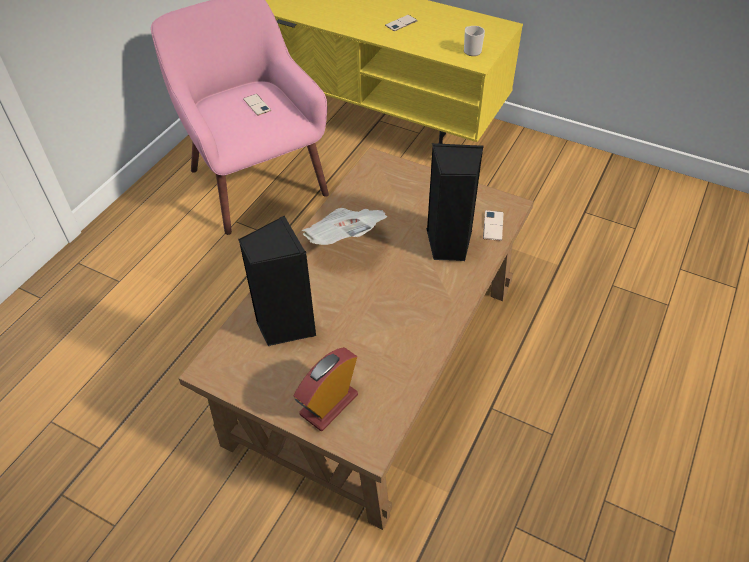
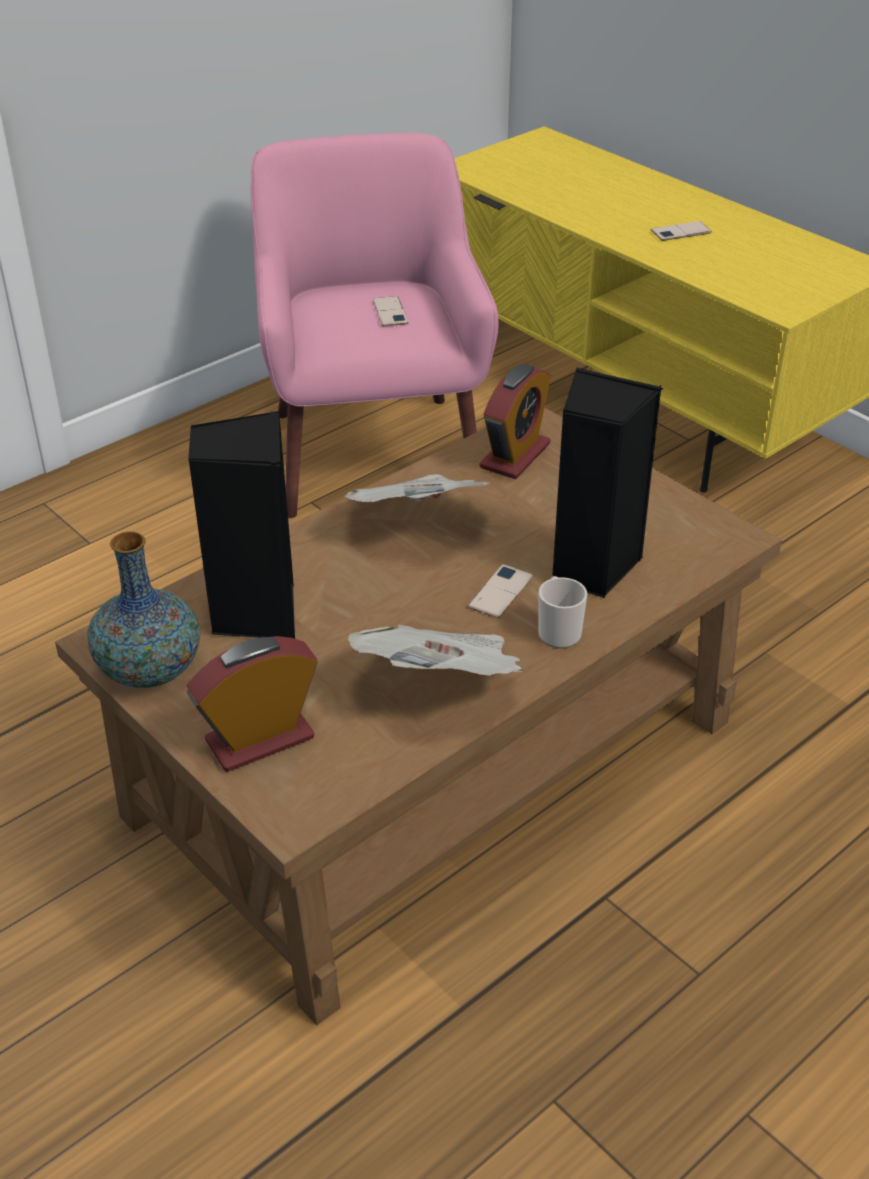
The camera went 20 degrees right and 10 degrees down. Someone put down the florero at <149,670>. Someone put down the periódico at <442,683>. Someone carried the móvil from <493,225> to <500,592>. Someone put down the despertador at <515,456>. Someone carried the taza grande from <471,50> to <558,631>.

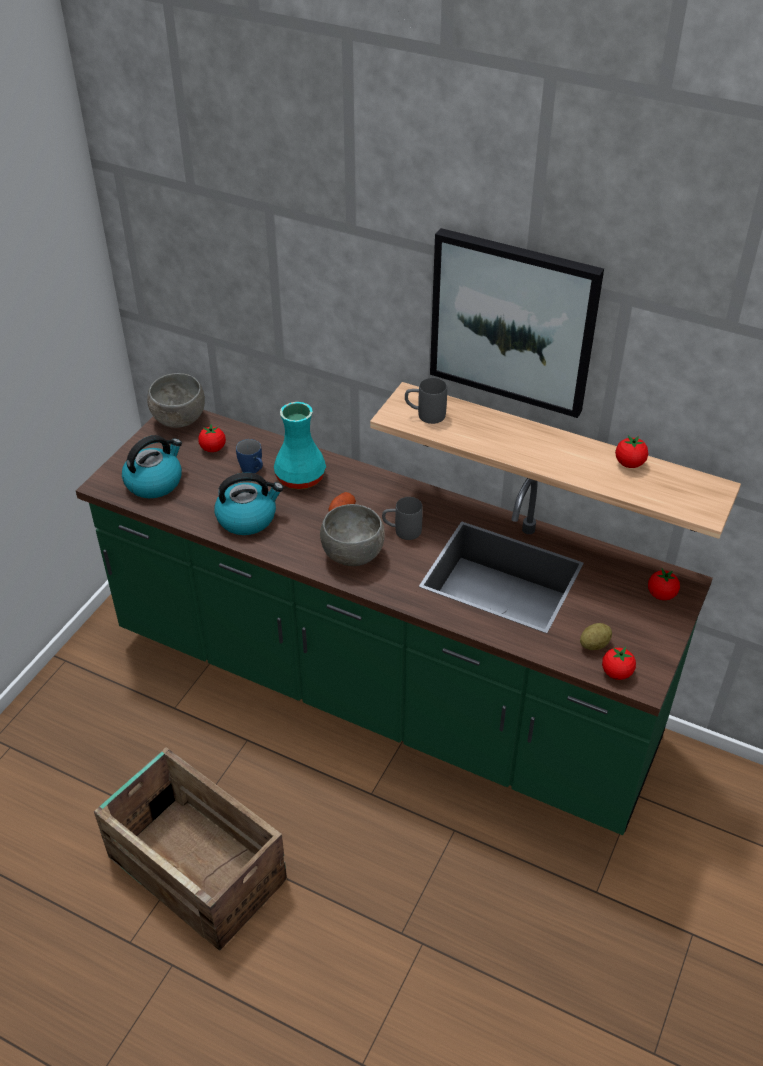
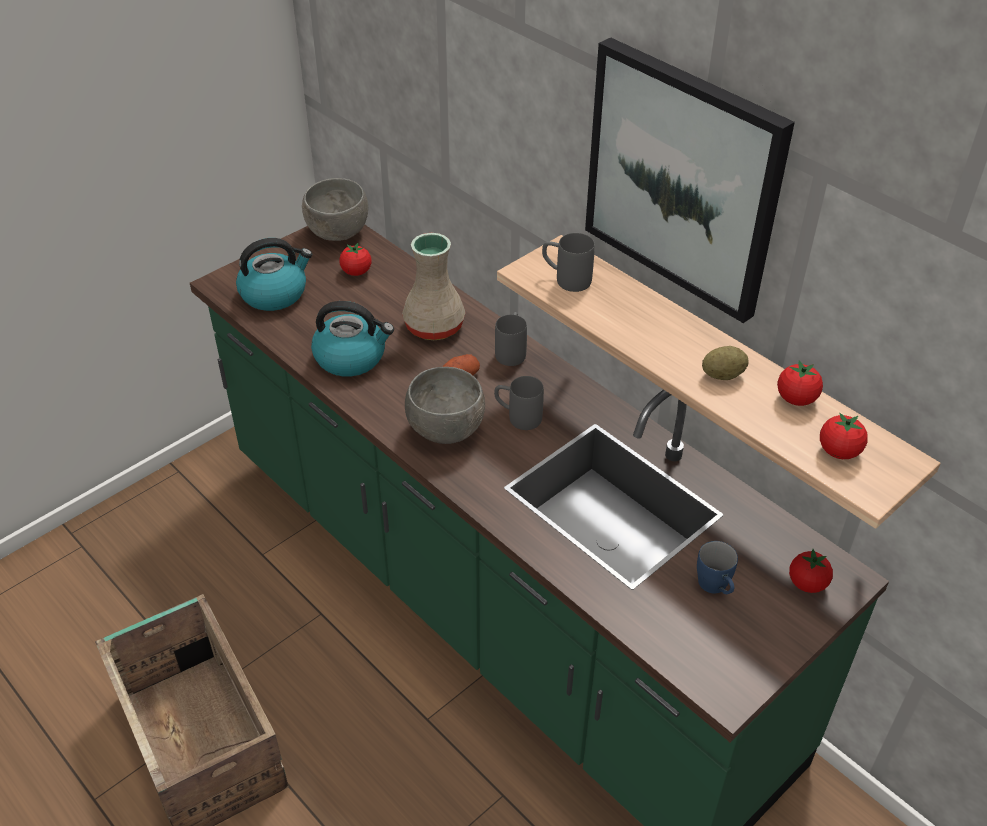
The camera went 20 degrees right and 0 degrees up. Someone repainted the florero/turquesa at <299,477>, which became the florero/beis at <433,326>. Someone put down the taza grande/gris at <511,351>. Someone carried the taza grande/azul from <253,470> to <716,588>. Someone carried the patata from <594,644> to <722,375>. Someone carried the tomate from <616,673> to <839,451>.

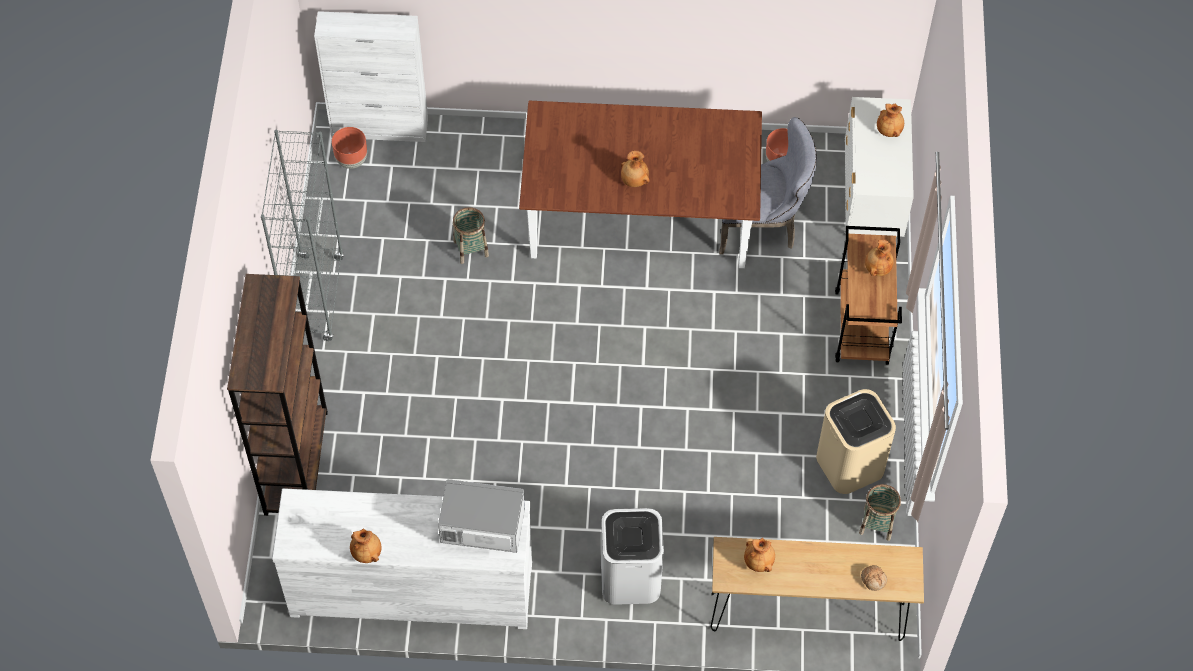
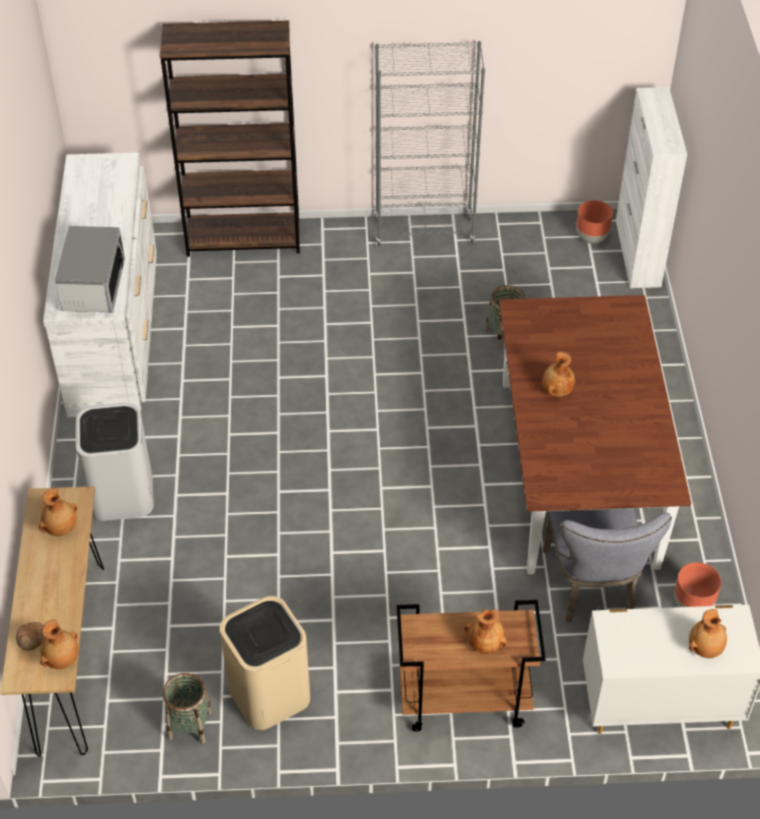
The camera went 85 degrees right and 10 degrees down. Someone carried the florero/marrón from <367,552> to <62,659>.

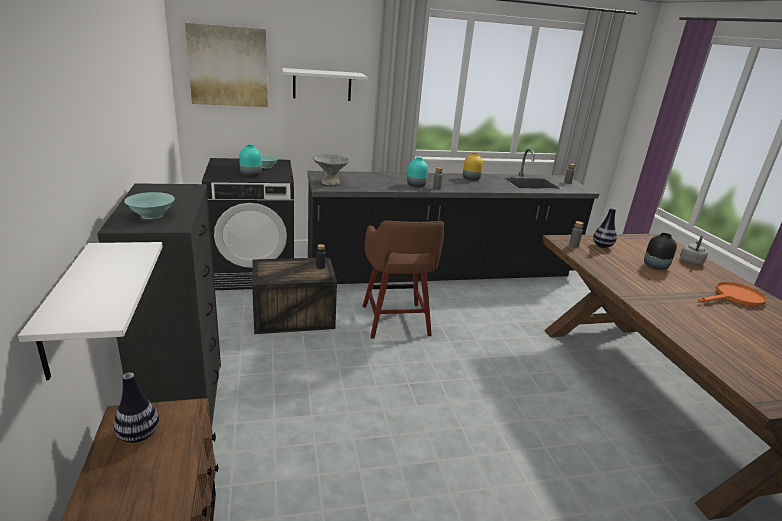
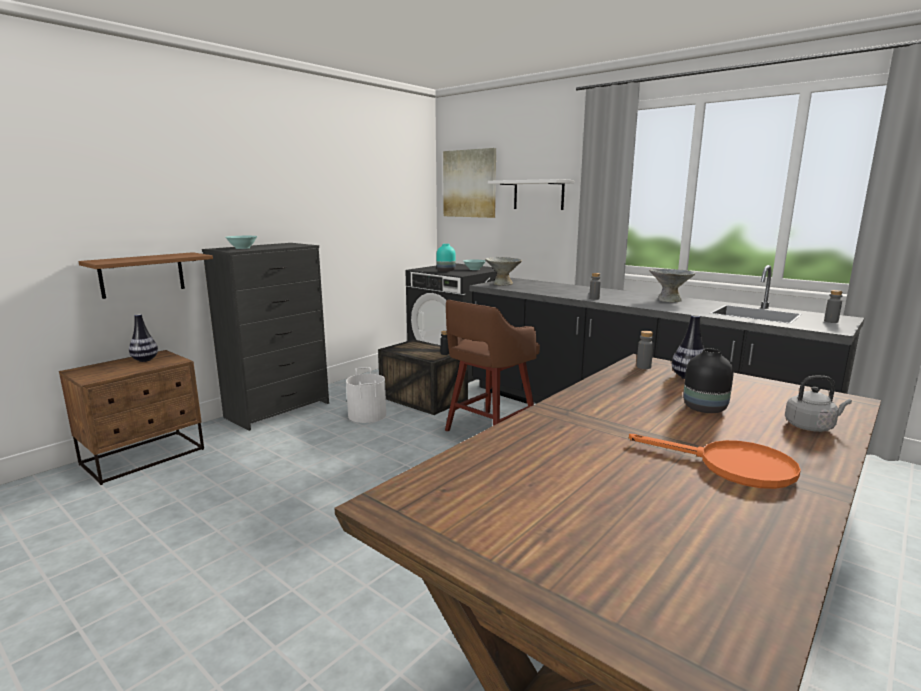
The camera went 55 degrees right and 10 degrees down. Someone repainted the estante/blanco at <65,310>, which became the estante/marrón at <142,275>. Someone put down the cubo/blanco at <367,415>. Someone swapped the florero/amarillo at <470,179> for the cuenco/gris at <669,300>. Someone took away the florero/turquesa at <416,186>.

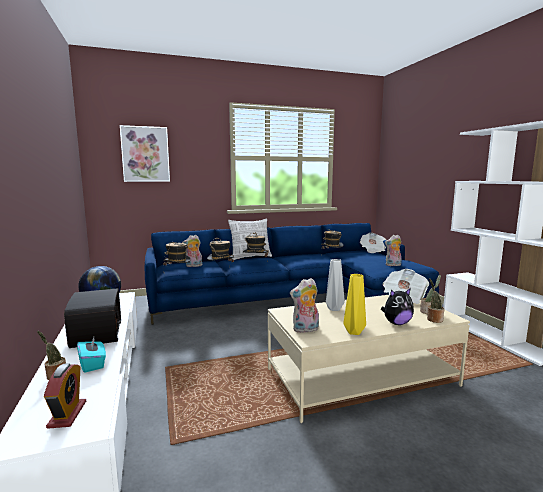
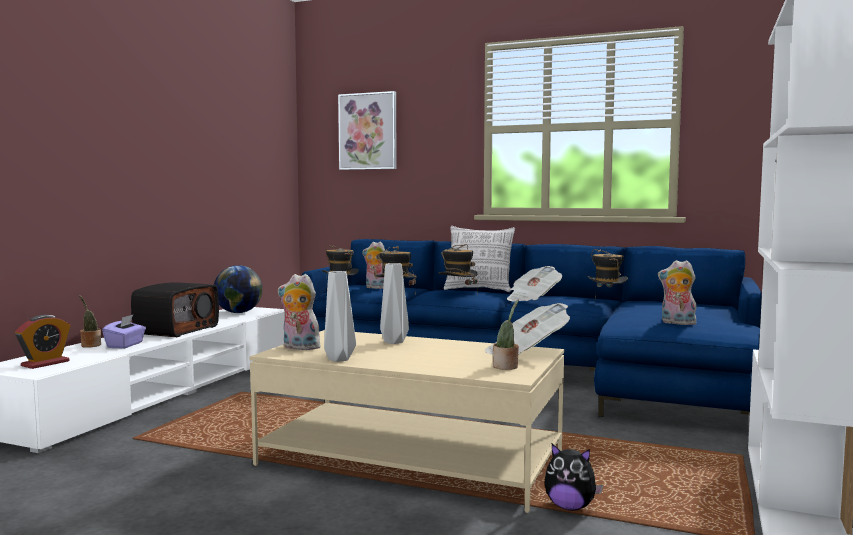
The camera went 40 degrees right and 5 degrees down. Someone repainted the caja de pañuelos/turquesa at <92,364>, which became the caja de pañuelos/morado at <125,345>. Someone repainted the florero/amarillo at <353,332>, which became the florero/gris at <339,359>. Someone carried the periódico from <372,250> to <532,299>. Someone carried the peluche from <396,323> to <570,507>. Someone took away the planta en maceta at <433,319>.

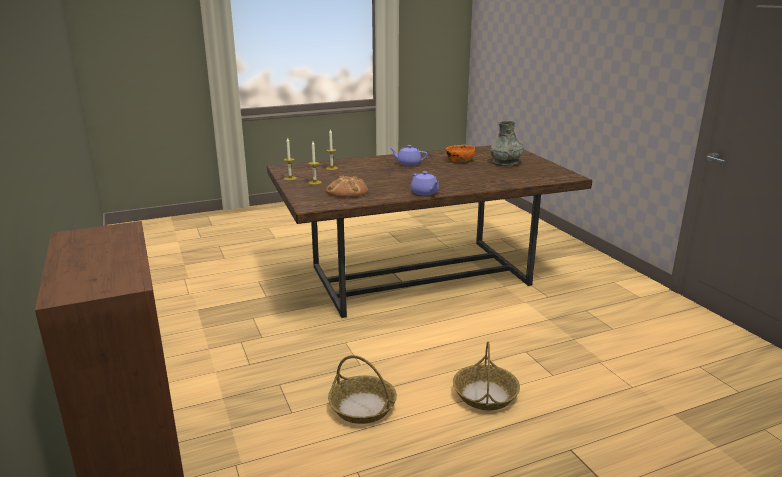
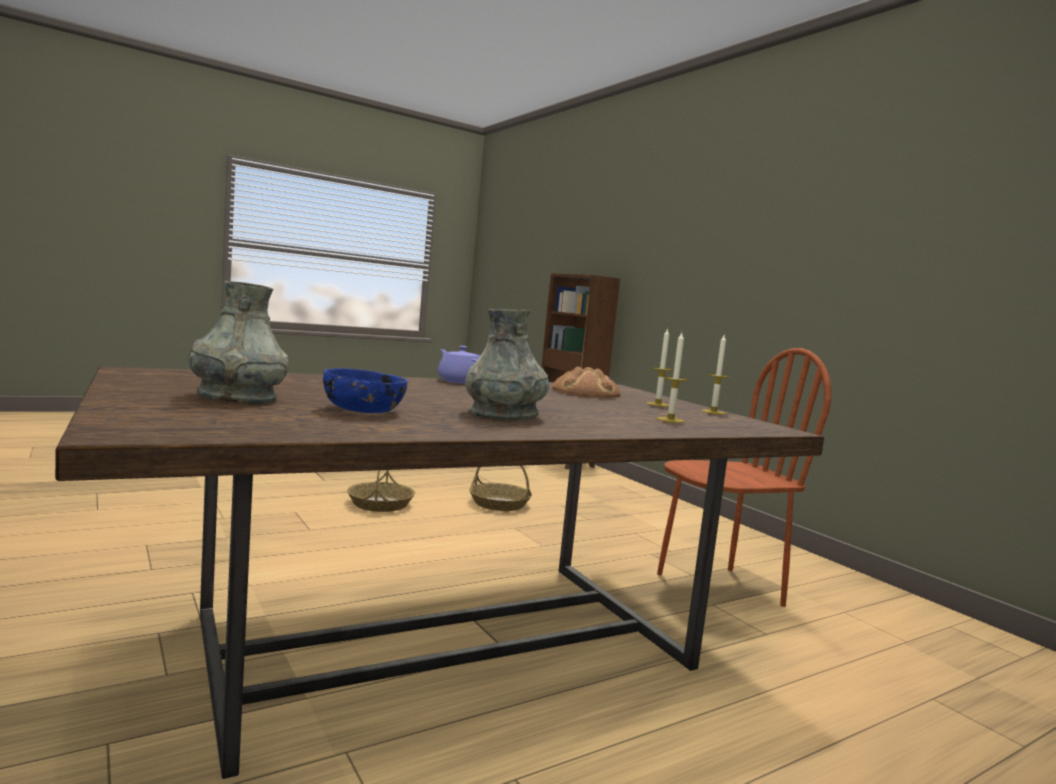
The camera went 170 degrees right and 15 degrees down. Someone repainted the cuenco/naranja at <459,160>, which became the cuenco/azul at <364,411>. Someone swapped the tetera/morado at <408,163> for the florero/gris at <504,415>. Someone put down the silla/marrón at <718,589>.

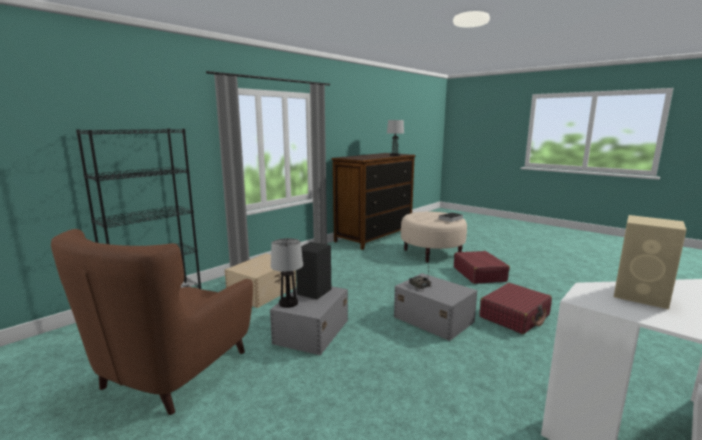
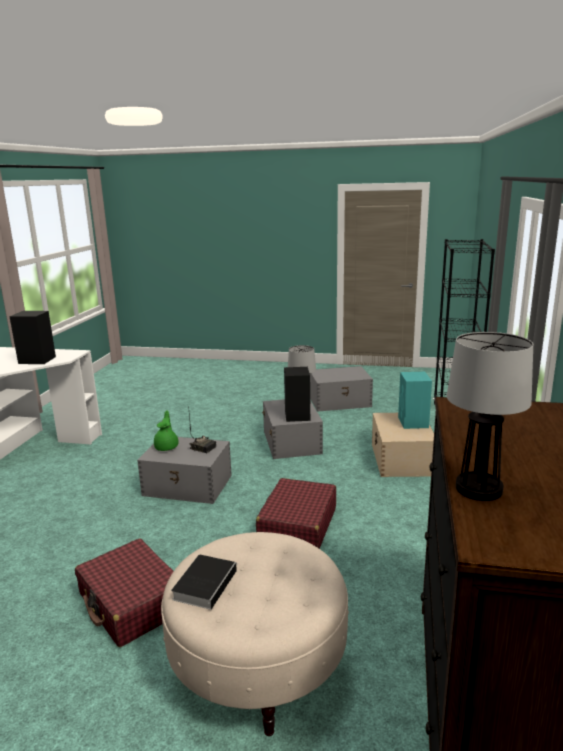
The camera went 150 degrees right and 5 degrees up. Someone repainted the altavoz/beis at <642,296>, which became the altavoz/negro at <36,360>. Someone put down the tetera/verde at <167,447>. Someone carried the maleta/rojo from <514,316> to <297,526>. Someone swapped the sillón/marrón at <173,372> for the caja de almacenaje/gris at <340,401>. Someone put down the altavoz/turquesa at <413,423>.

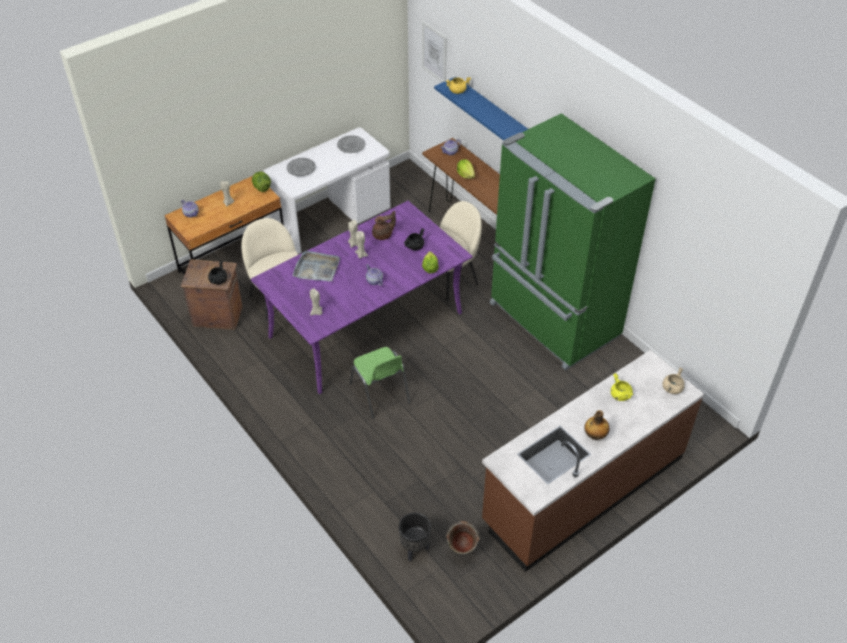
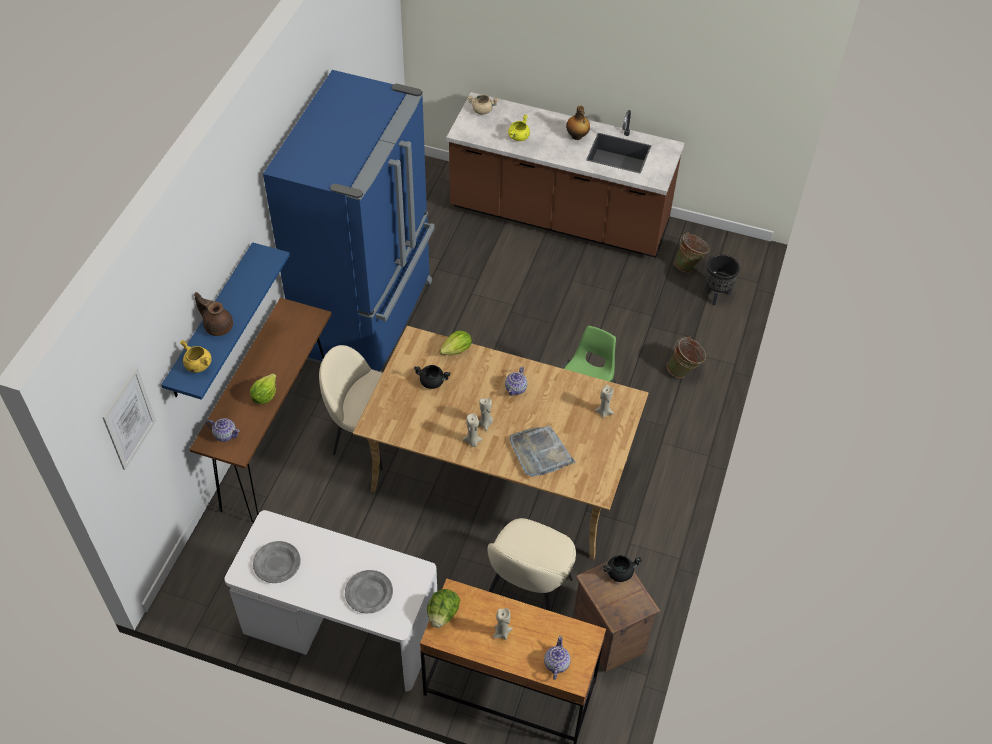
The camera went 125 degrees left and 5 degrees up. Someone carried the tetera/marrón from <383,235> to <217,326>. Someone repainted the nevera/verde at <552,321>, which became the nevera/azul at <368,318>. Someone repainted the mesa de comedor/morado at <366,325>, which became the mesa de comedor/beis at <501,474>. Someone put down the cubo/verde at <684,371>.

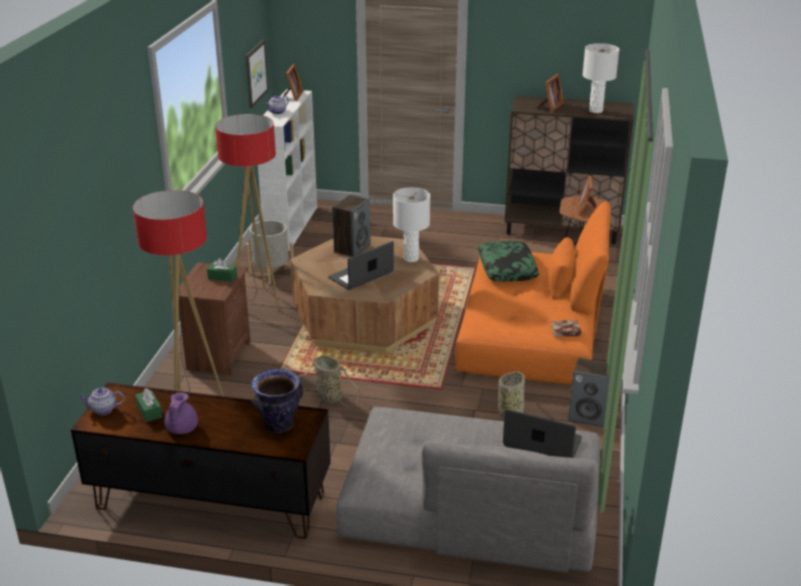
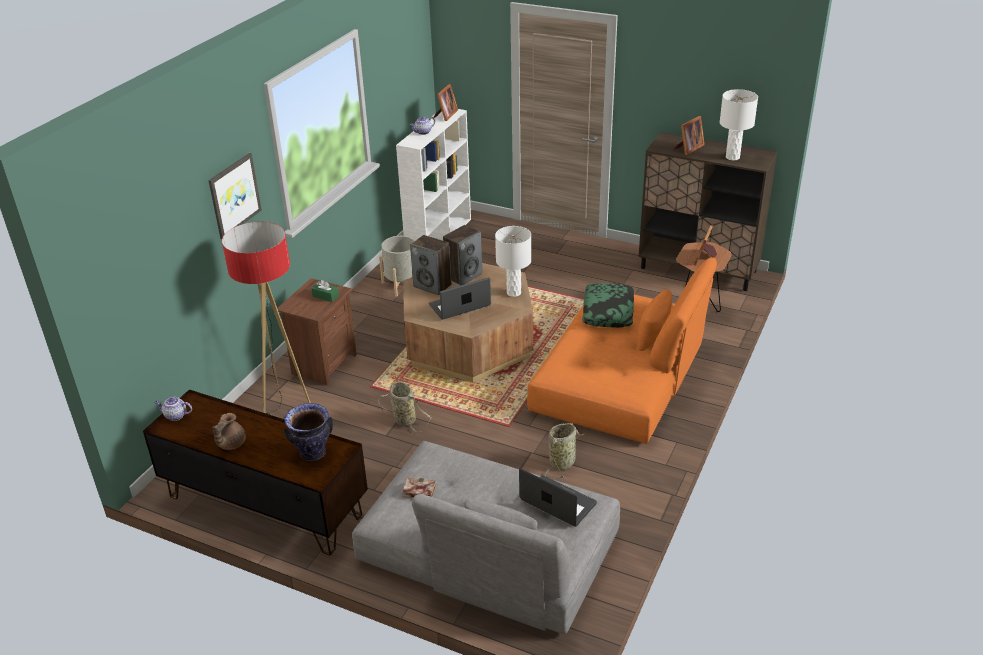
The camera went 15 degrees right and 5 degrees up. Someone carried the cuadro from <255,73> to <234,195>. Someone repainted the tetera/morado at <181,428>, which became the tetera/marrón at <230,444>. Someone carried the libro from <564,332> to <417,492>. Someone carried the altavoz from <589,416> to <433,285>. Someone took away the caja de pañuelos/verde at <149,411>. Someone took away the lámpara de pie at <258,302>.

